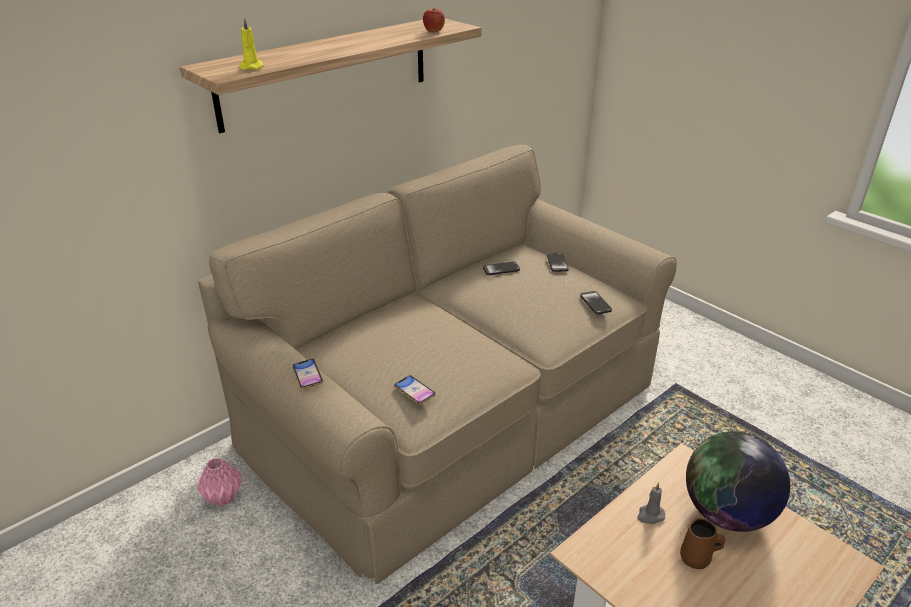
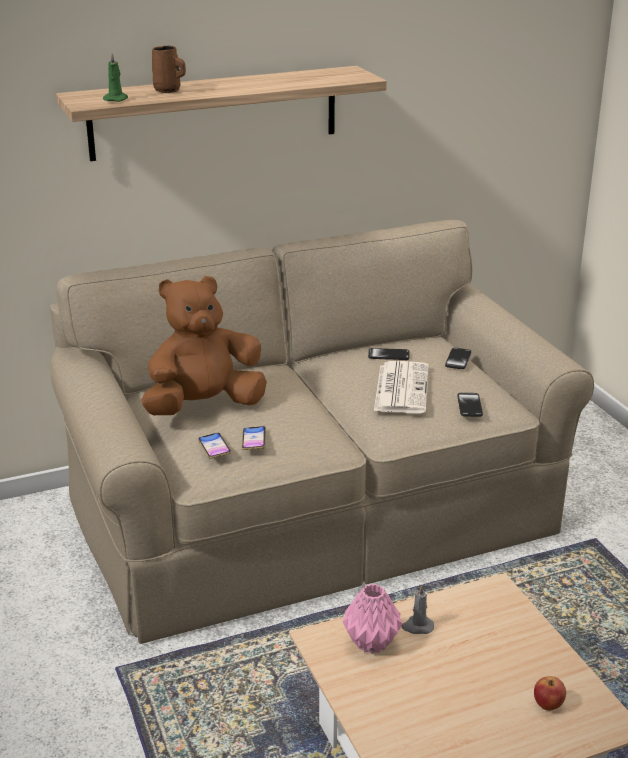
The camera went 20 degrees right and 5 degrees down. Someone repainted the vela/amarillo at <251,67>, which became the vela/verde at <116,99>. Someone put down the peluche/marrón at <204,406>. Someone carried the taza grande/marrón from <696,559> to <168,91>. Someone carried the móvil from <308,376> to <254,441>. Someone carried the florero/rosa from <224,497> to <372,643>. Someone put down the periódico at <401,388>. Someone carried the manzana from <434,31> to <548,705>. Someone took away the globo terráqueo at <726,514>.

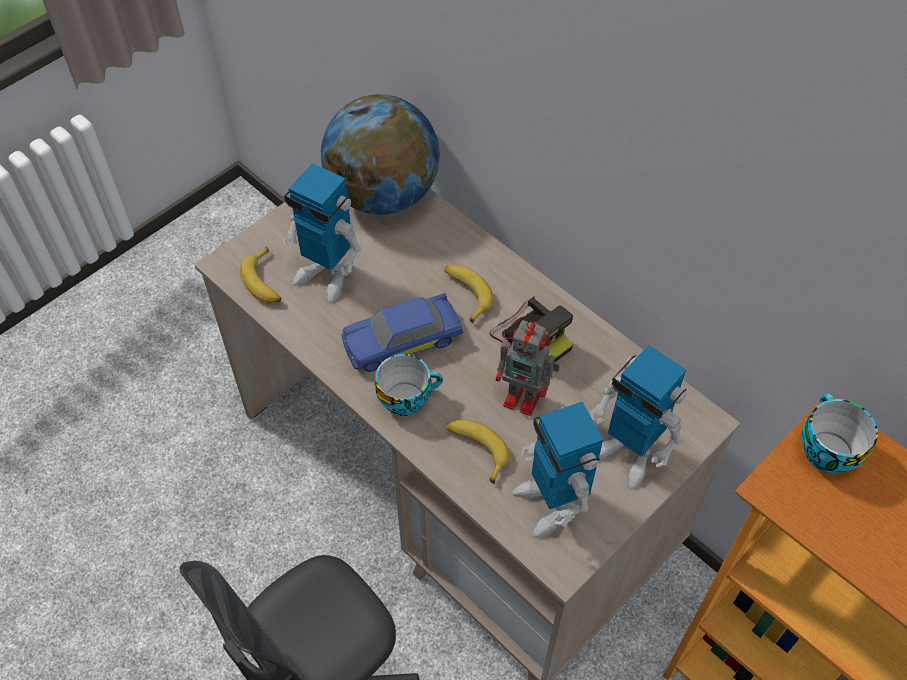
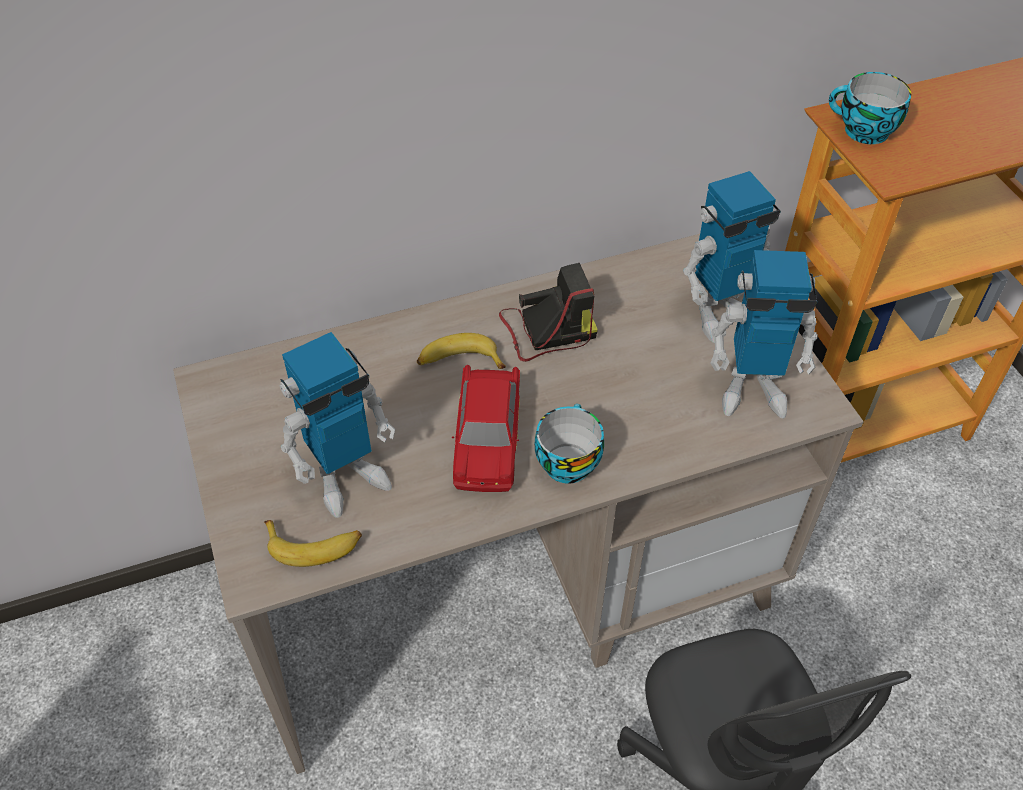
The camera went 65 degrees left and 5 degrees down. Someone repainted the coche de juguete/azul at <403,340>, which became the coche de juguete/rojo at <487,438>. Someone took away the globo terráqueo at <383,195>. Someone took away the plátano at <476,449>. Someone took away the robot de juguete at <525,397>.

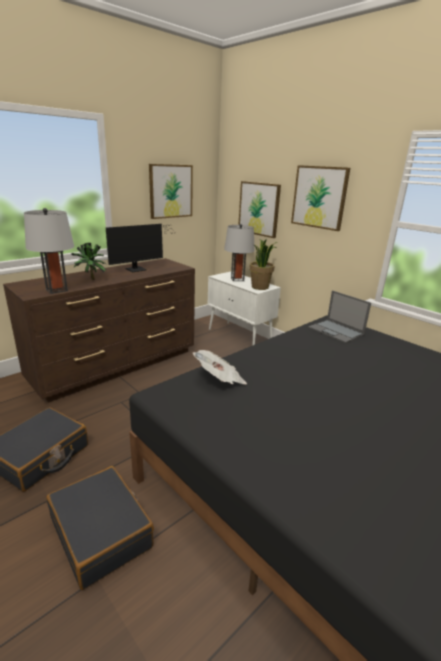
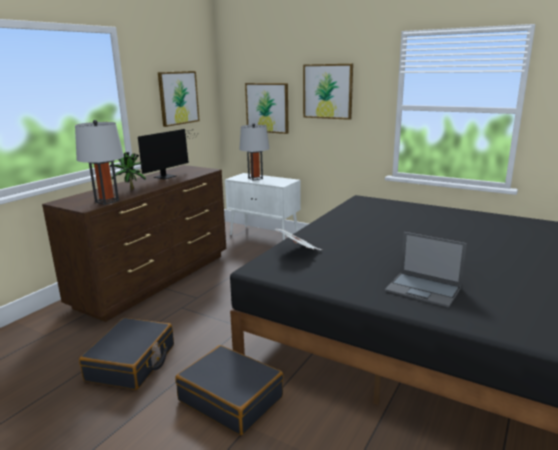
The camera went 15 degrees left and 5 degrees down. Someone carried the portátil from <336,331> to <424,289>. Someone took away the planta en maceta at <260,287>.

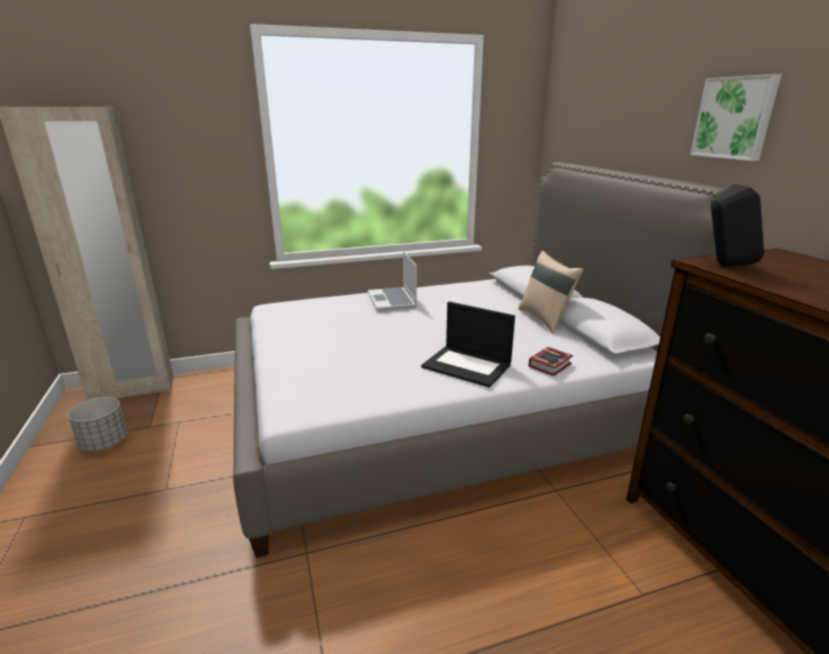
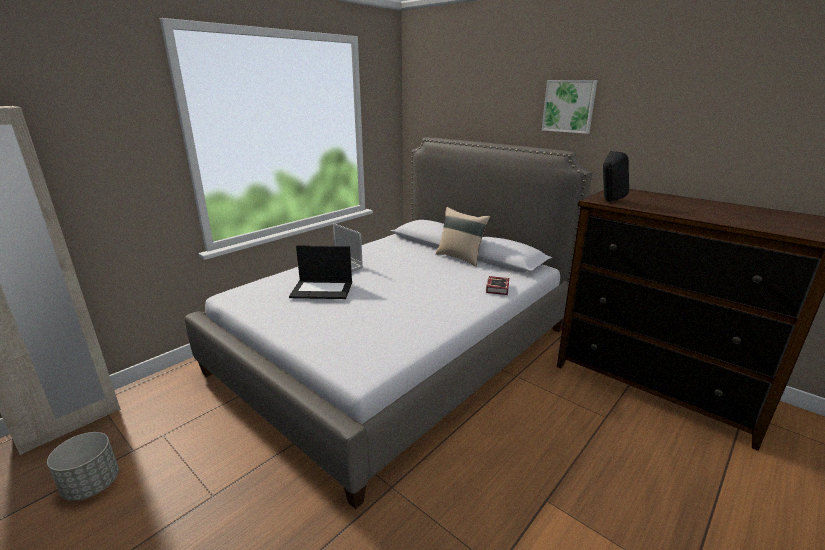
The camera went 30 degrees left and 0 degrees up. Someone carried the portátil from <468,366> to <323,289>.

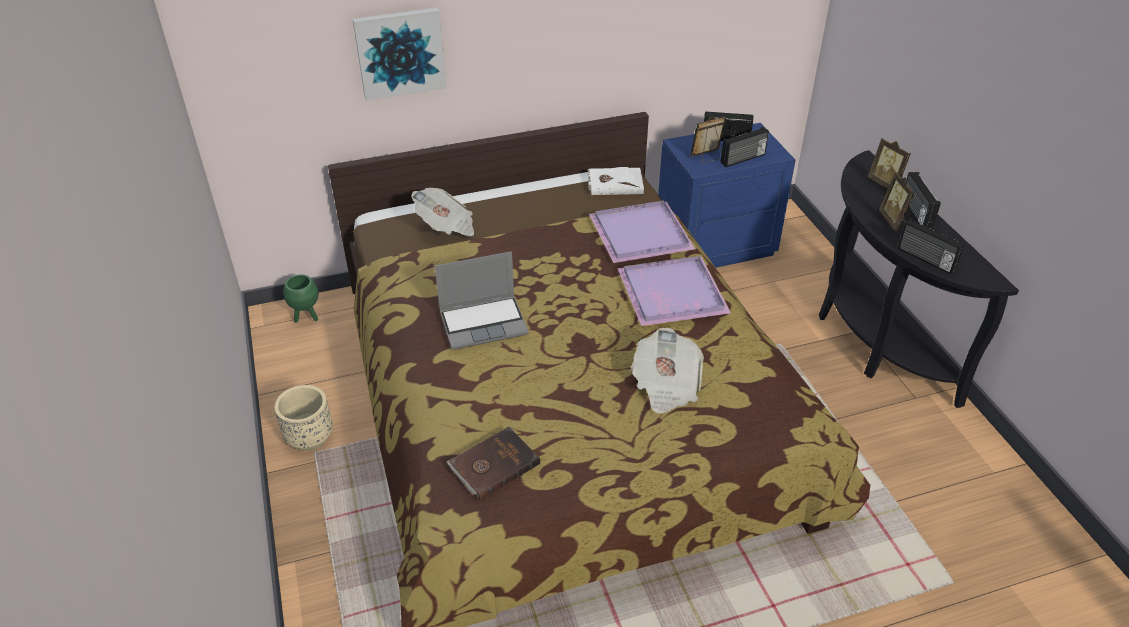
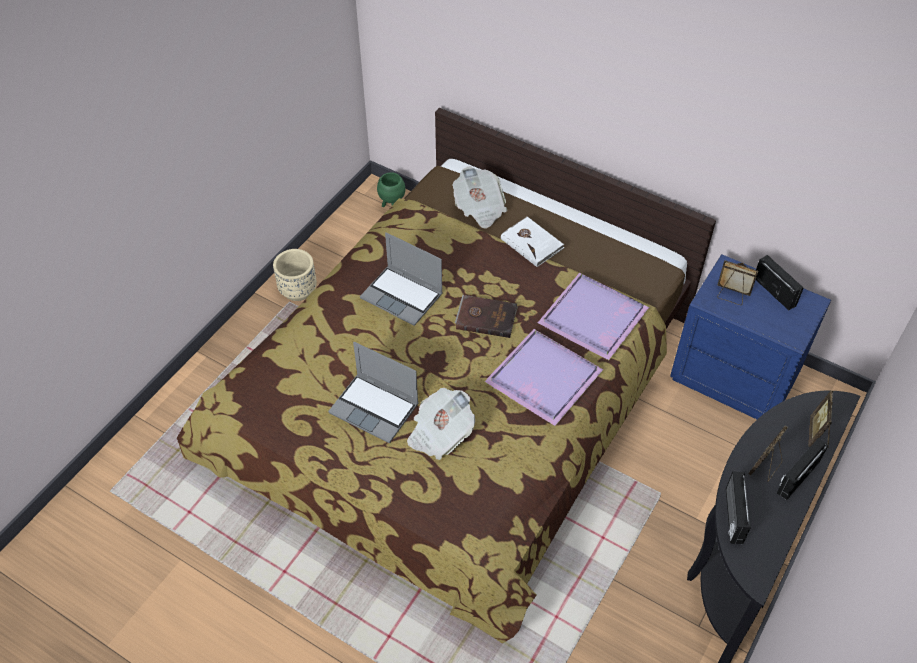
The camera went 50 degrees right and 10 degrees up. Someone put down the portátil at <375,408>. Someone carried the libro/marrón from <493,465> to <486,317>. Someone carried the libro/blanco from <615,183> to <532,243>. Someone took away the cuadro at <400,53>. Someone took away the radio at <743,159>.

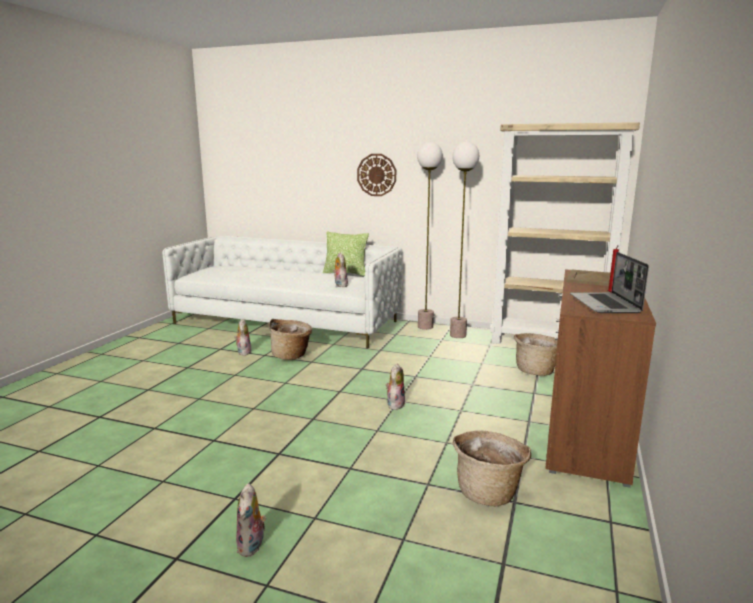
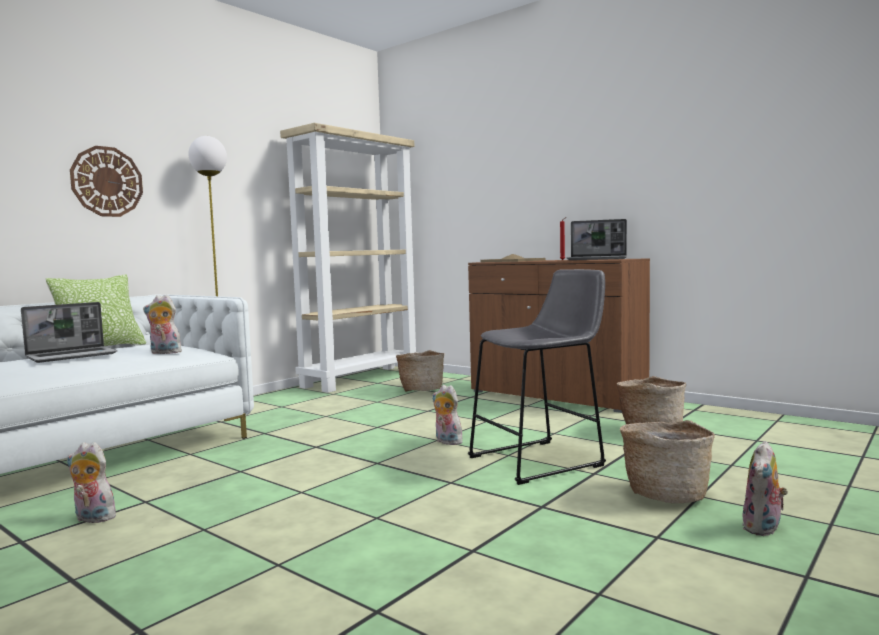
The camera went 70 degrees left and 10 degrees down. Someone put down the portátil at <73,356>. Someone put down the taburete/gris at <542,460>. Someone carried the cesta from <291,355> to <666,494>. Someone rotated the peluche at <252,546> by 105 degrees clockwise. Someone took away the lámpara de pie at <457,335>.

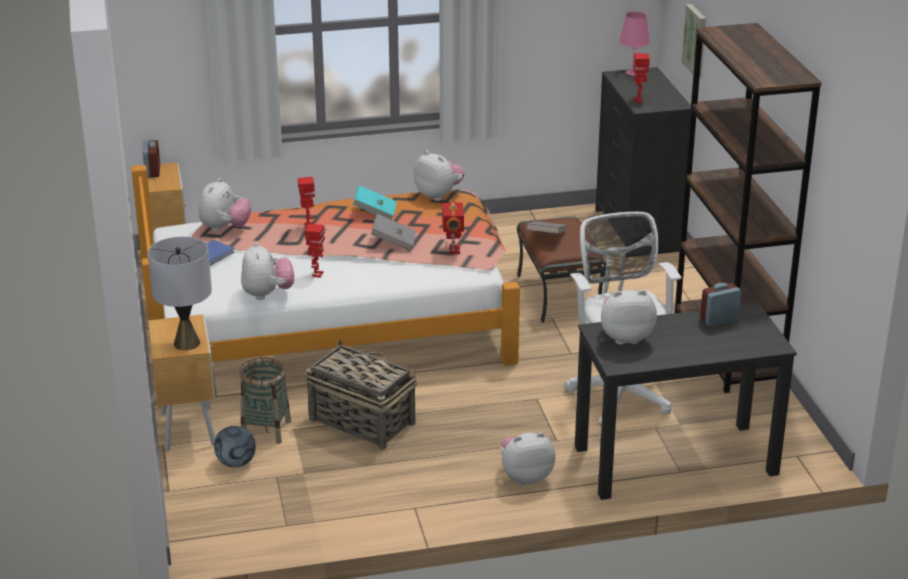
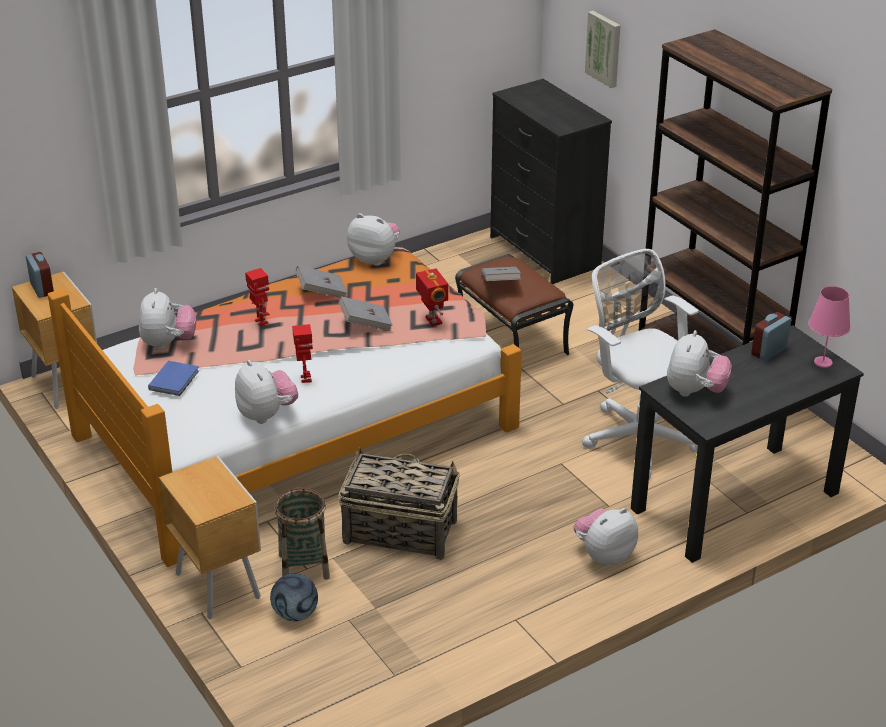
The camera went 20 degrees left and 5 degrees up. Someone repainted the libro/turquesa at <375,213>, which became the libro/gris at <321,292>. Someone rotated the peluche at <625,337> by 135 degrees clockwise. Someone carried the lámpara de mesa/rosa from <632,73> to <823,362>. Someone took away the lámpara de mesa/gris at <187,343>. Someone took away the robot de juguete at <638,100>.

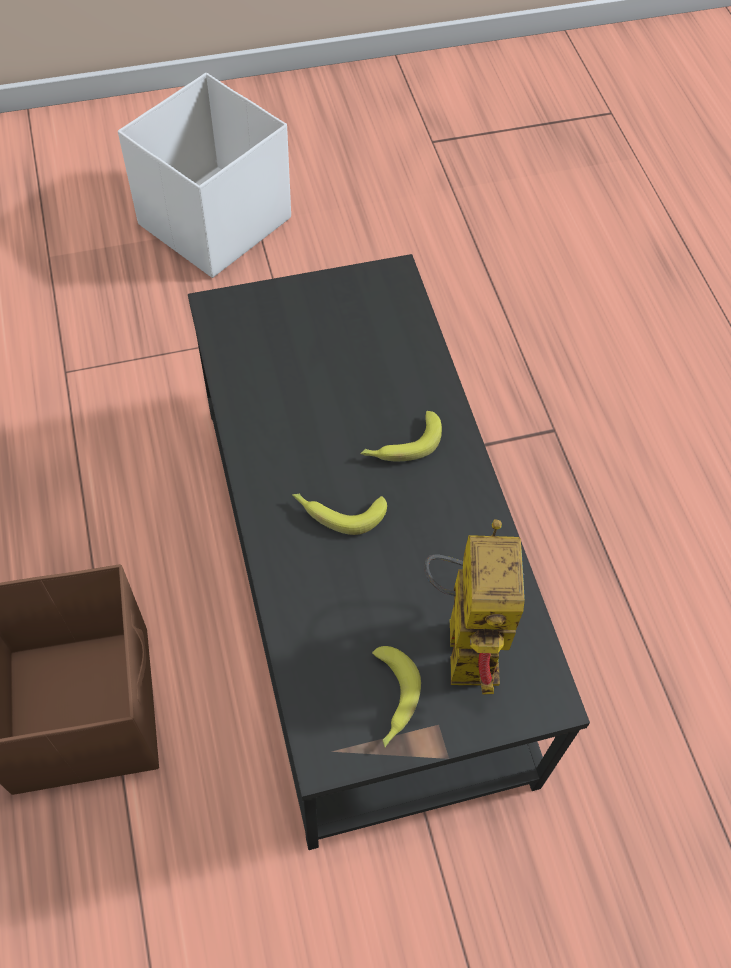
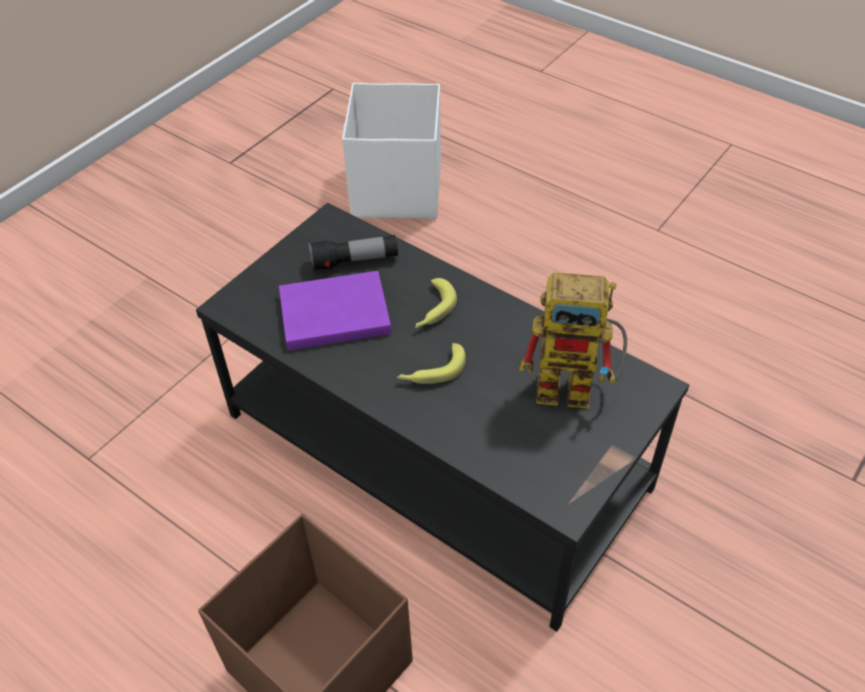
The camera went 35 degrees left and 10 degrees down. Someone put down the libro/morado at <331,313>. Someone put down the linterna at <354,261>. Someone carried the caja de almacenaje/blanco from <213,222> to <396,191>. Someone rotated the robot de juguete at <464,635> by 135 degrees clockwise. Someone took away the plátano at <391,700>.

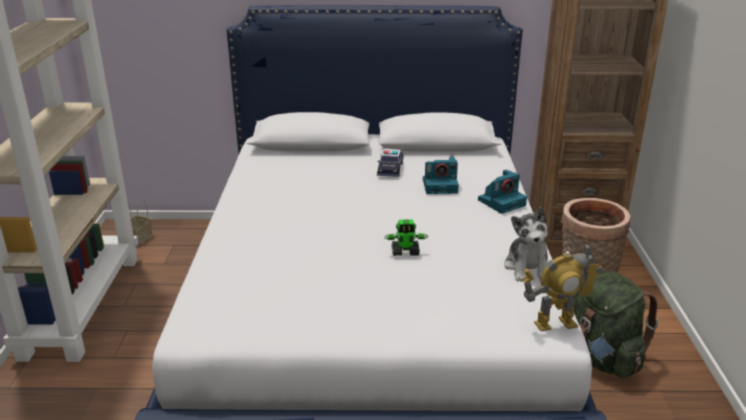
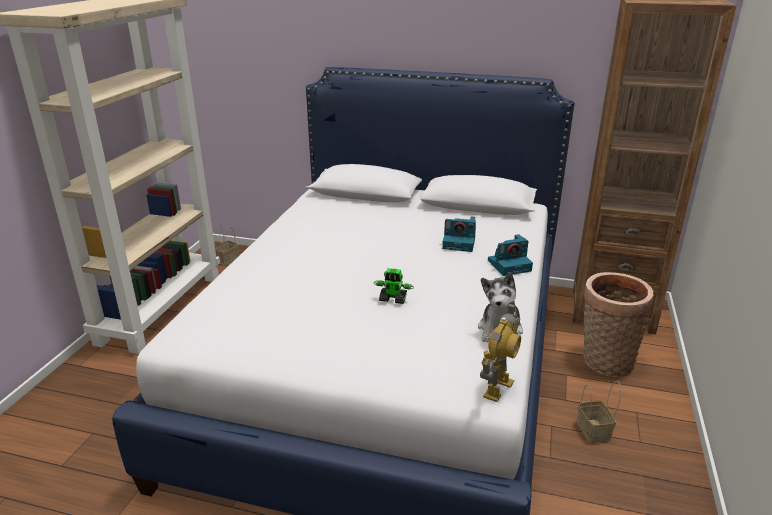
The camera went 15 degrees right and 0 degrees up. Someone rotated the robot de juguete at <555,324> by 60 degrees counterclockwise. Someone swapped the mochila/verde at <601,358> for the cesta at <594,431>. Someone took away the coche de juguete at <390,169>.

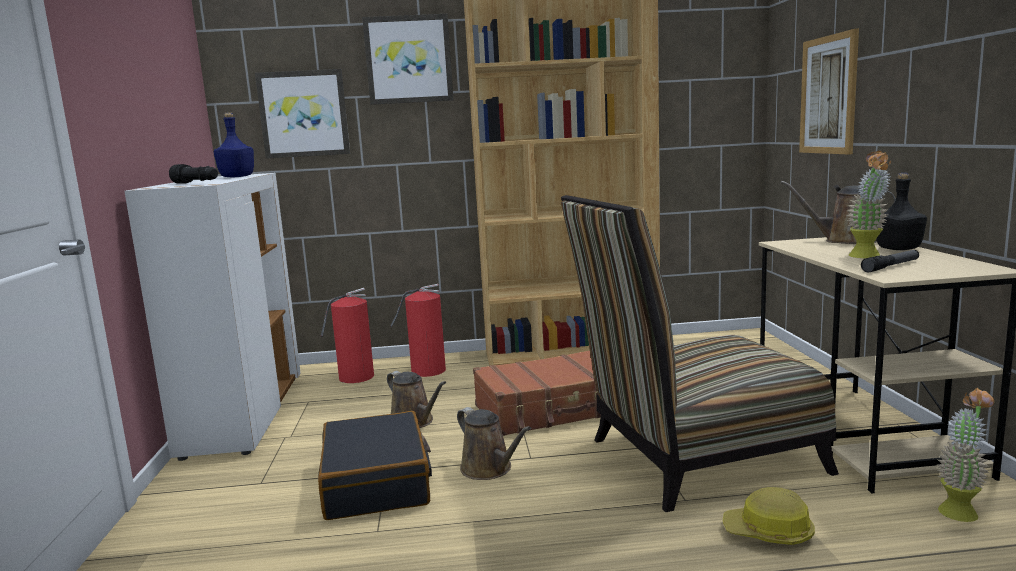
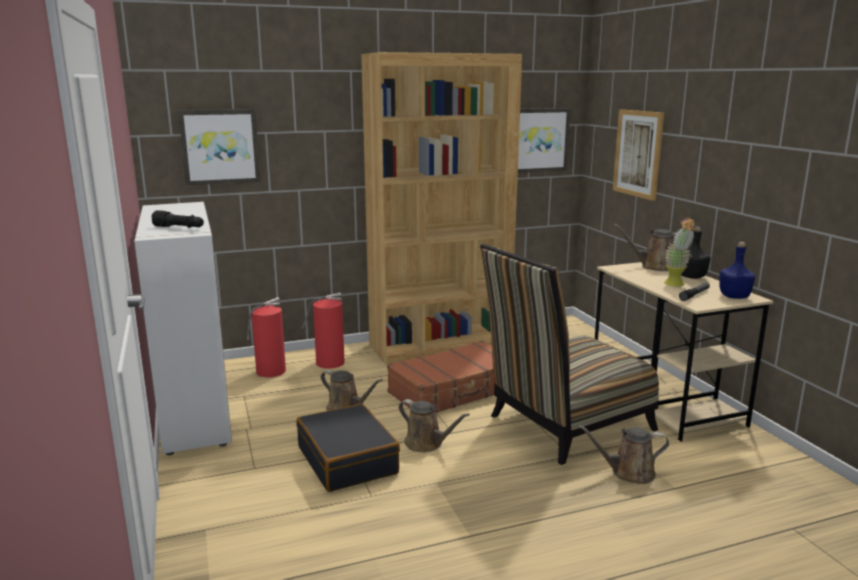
The camera went 15 degrees left and 5 degrees up. Someone carried the cuadro from <408,59> to <539,140>. Someone swapped the casco at <769,533> for the regadera/marrón at <628,473>. Someone carried the botella/azul from <236,177> to <733,296>. Someone took away the planta en maceta at <960,509>.

